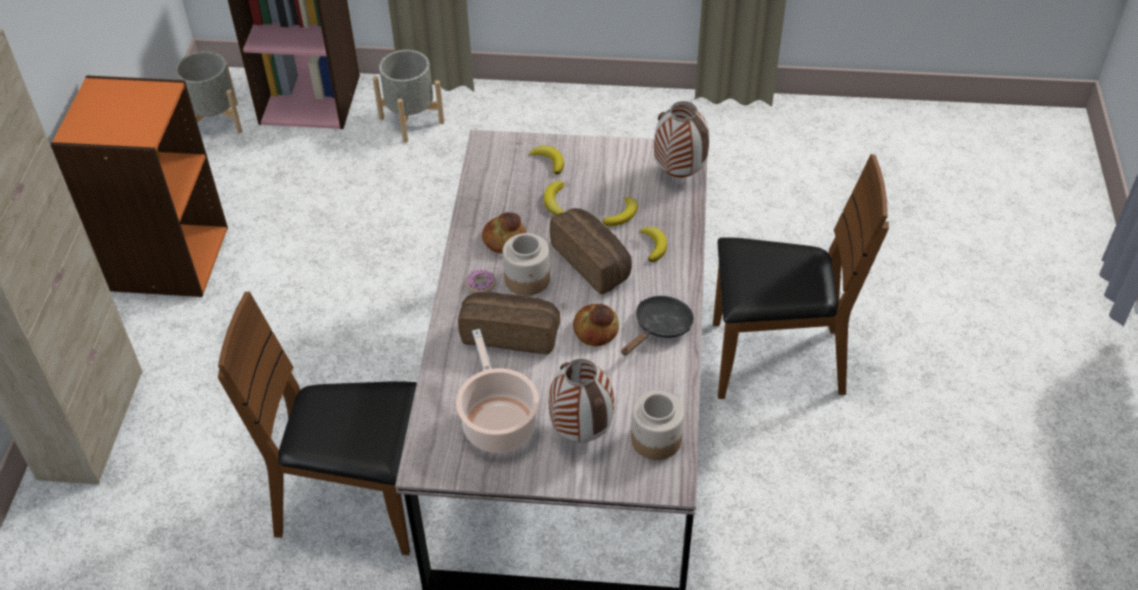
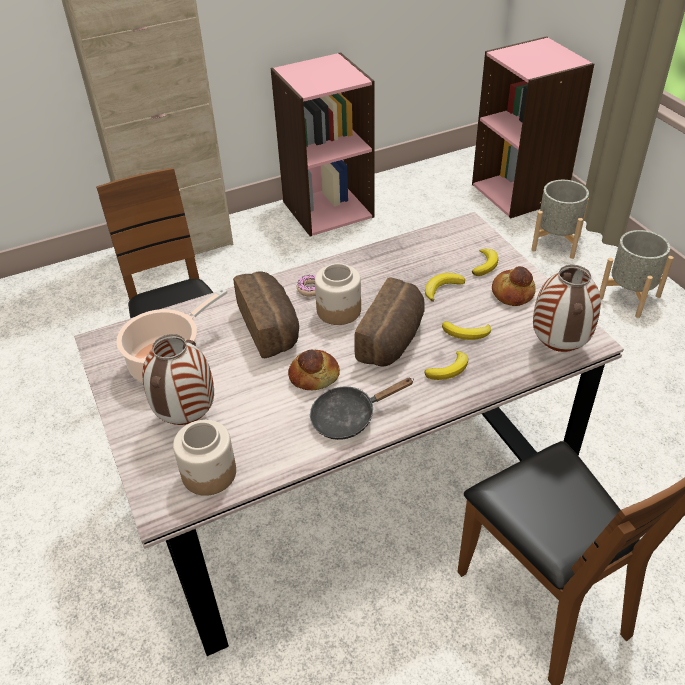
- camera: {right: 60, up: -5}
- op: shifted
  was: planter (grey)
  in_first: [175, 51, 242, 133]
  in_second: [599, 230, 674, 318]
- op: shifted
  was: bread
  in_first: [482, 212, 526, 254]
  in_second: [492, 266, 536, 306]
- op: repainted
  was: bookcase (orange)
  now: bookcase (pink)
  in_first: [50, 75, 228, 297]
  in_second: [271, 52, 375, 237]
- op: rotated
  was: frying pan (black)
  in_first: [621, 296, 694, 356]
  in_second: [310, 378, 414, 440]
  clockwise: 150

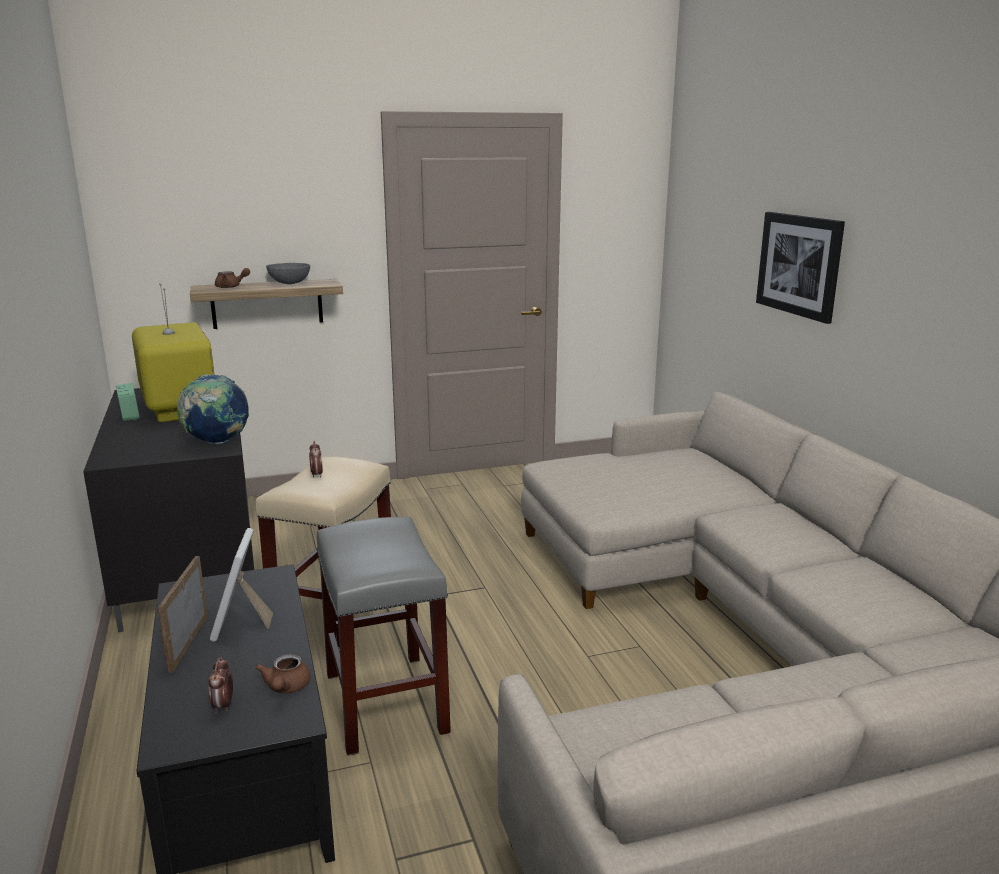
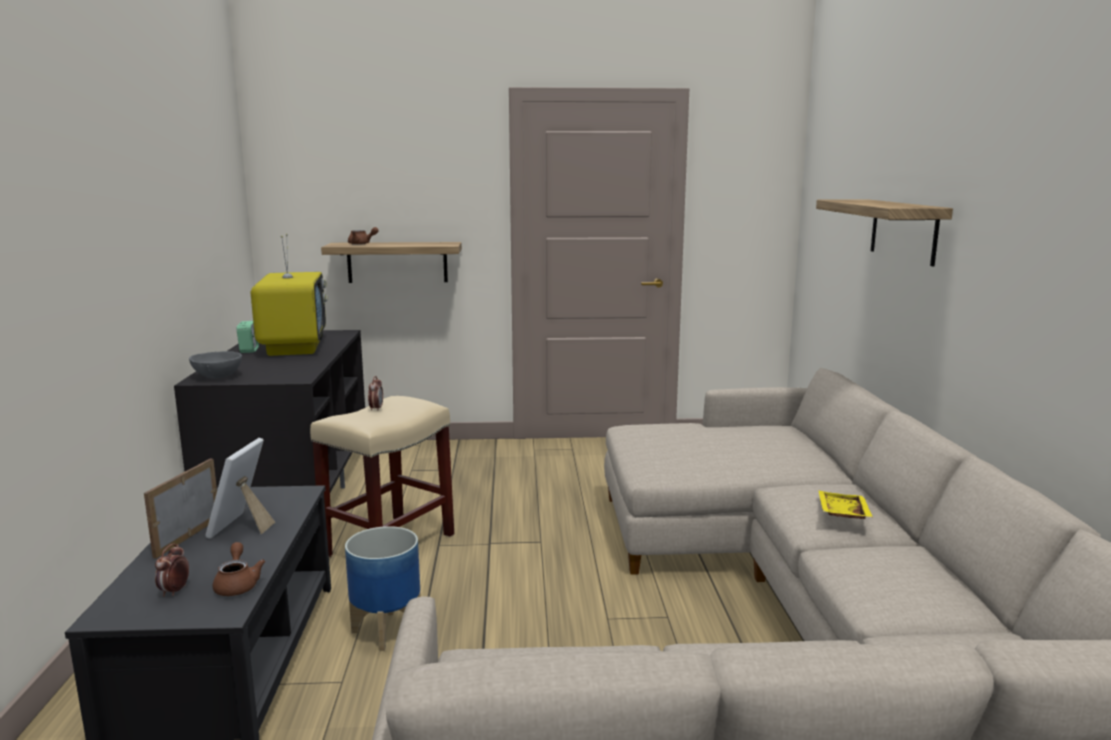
- camera: {right: 15, up: -5}
- op: gone
  was: globe
  in_first: [177, 374, 249, 444]
- op: new
  now: tray (yellow)
  in_second: [818, 490, 873, 519]
- op: shifted
  was: bowl (grey)
  in_first: [266, 263, 310, 284]
  in_second: [189, 351, 242, 379]
- op: swapped
  was: stool (grey)
  now: planter
  in_first: [316, 517, 451, 756]
  in_second: [345, 526, 421, 651]
- op: swapped
  was: picture
  now: shelf
  in_first: [756, 212, 845, 324]
  in_second: [816, 200, 953, 266]
- op: rotated
  was: teapot (brown)
  in_first: [255, 654, 311, 693]
  in_second: [213, 542, 265, 596]
  clockwise: 150

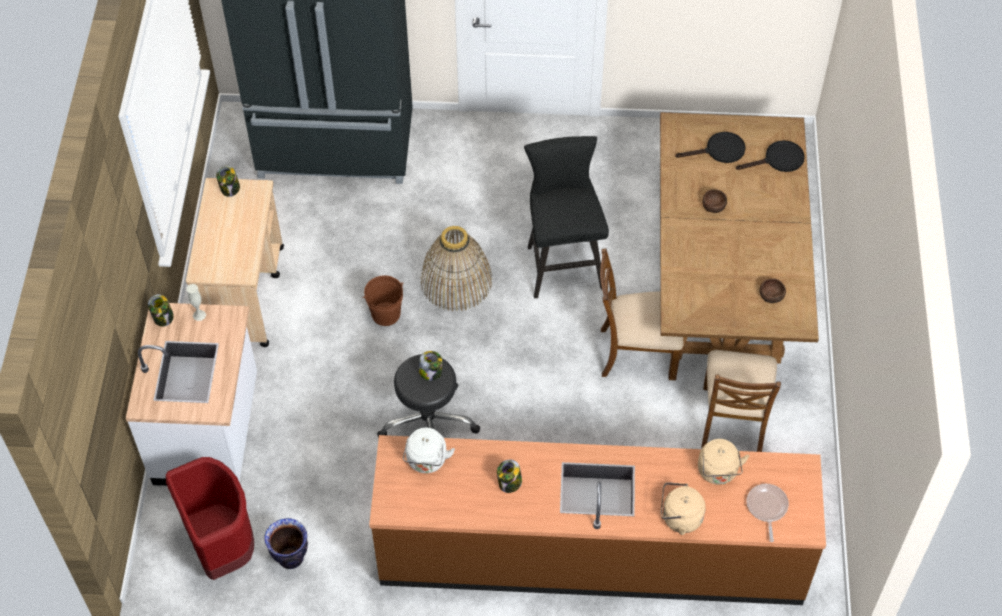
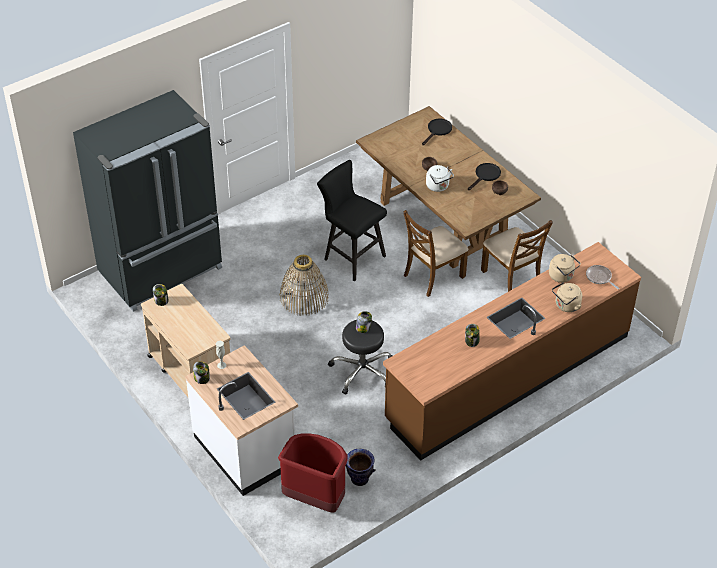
- camera: {right: -40, up: -10}
- op: gone
  was: bucket (brown)
  in_first: [362, 275, 403, 326]
- op: shifted
  was: kettle (white)
  in_first: [403, 428, 455, 473]
  in_second: [426, 165, 454, 192]
- op: shifted
  was: frying pan (black)
  in_first: [675, 132, 746, 163]
  in_second: [468, 163, 501, 190]

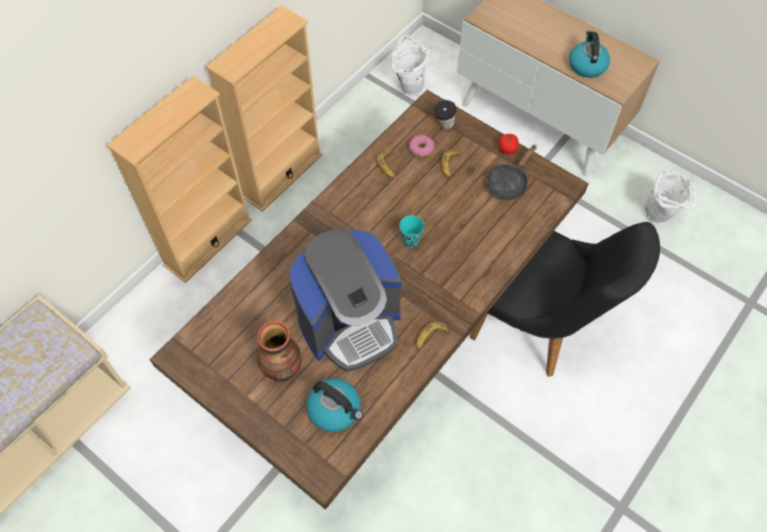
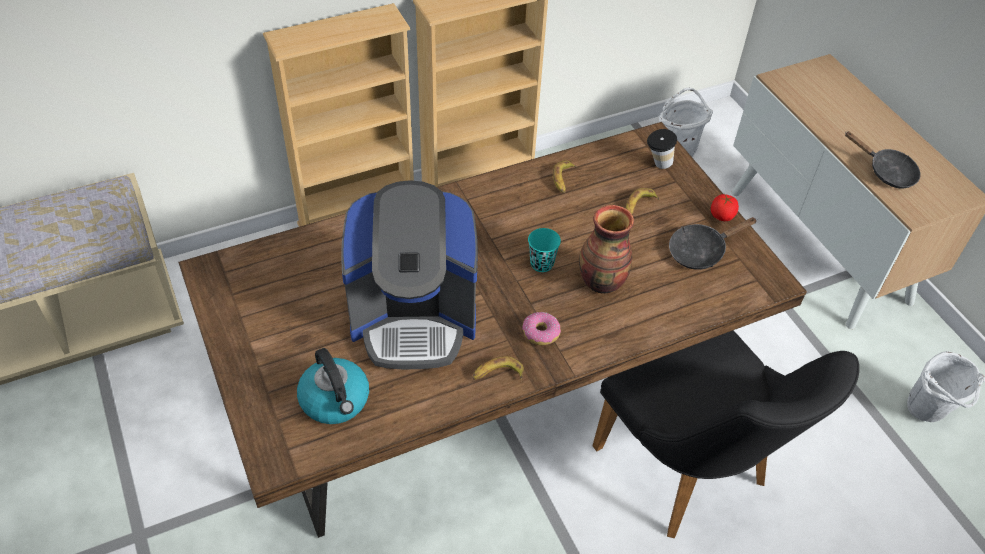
- camera: {right: 25, up: -10}
- op: shifted
  was: vase
  in_first: [257, 321, 301, 381]
  in_second: [579, 205, 634, 294]
- op: shifted
  was: donut
  in_first: [409, 135, 435, 157]
  in_second: [522, 312, 561, 345]
- op: swapped
  was: kettle
  now: frying pan (black)
  in_first: [569, 31, 610, 78]
  in_second: [845, 131, 920, 188]

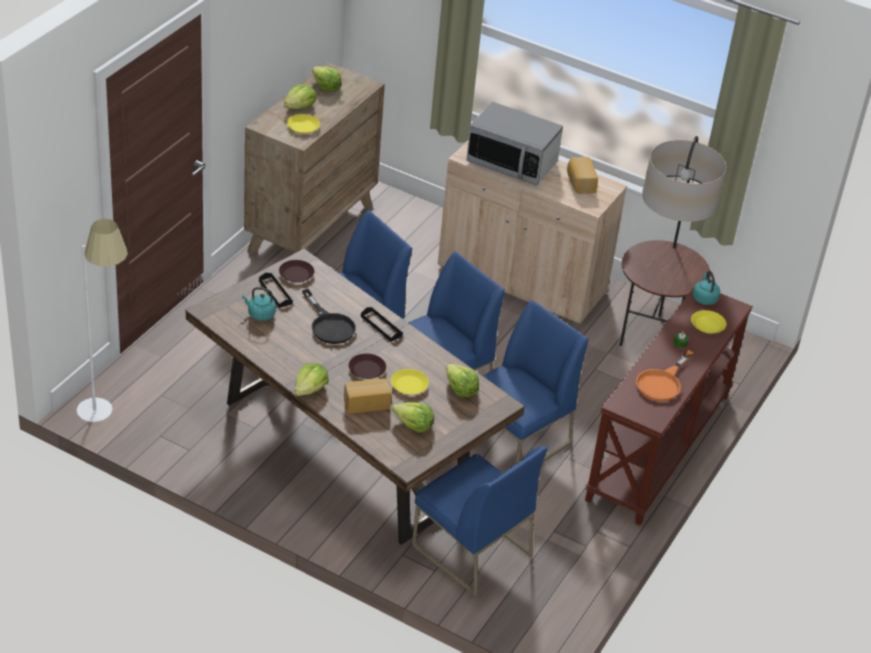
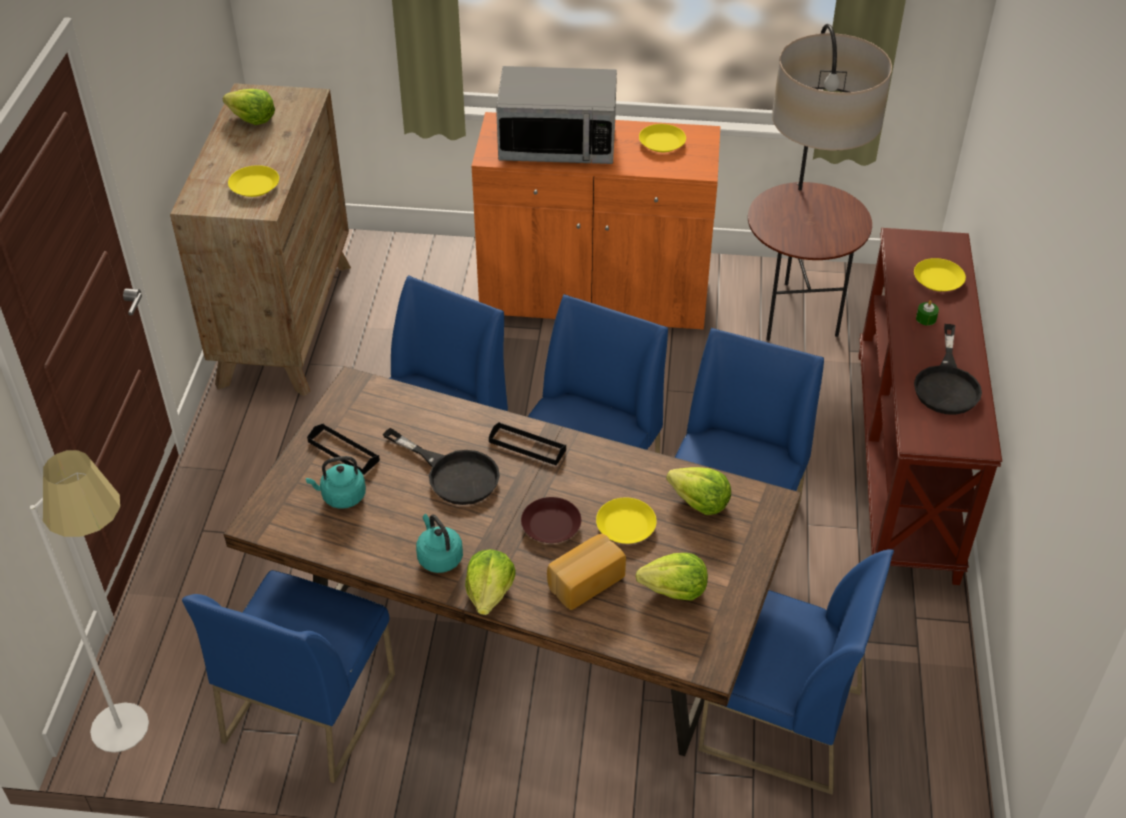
- camera: {right: -20, up: 5}
- op: gone
  was: plate (brown)
  in_first: [279, 260, 314, 283]
- op: gone
  was: lettuce
  in_first: [284, 84, 316, 109]
- op: new
  now: chair (blue)
  in_second: [182, 570, 395, 783]
- op: shifted
  was: kettle (turquoise)
  in_first: [693, 271, 720, 305]
  in_second: [416, 514, 463, 573]
- op: swapped
  was: bread
  now: plate (yellow)
  in_first: [567, 157, 598, 194]
  in_second: [639, 124, 686, 152]
- op: repainted
  was: cabinet (beige)
  now: cabinet (orange)
  in_first: [438, 141, 627, 324]
  in_second: [471, 112, 720, 330]
- op: repainted
  was: frying pan (orange)
  now: frying pan (black)
  in_first: [636, 350, 694, 401]
  in_second: [914, 324, 982, 415]

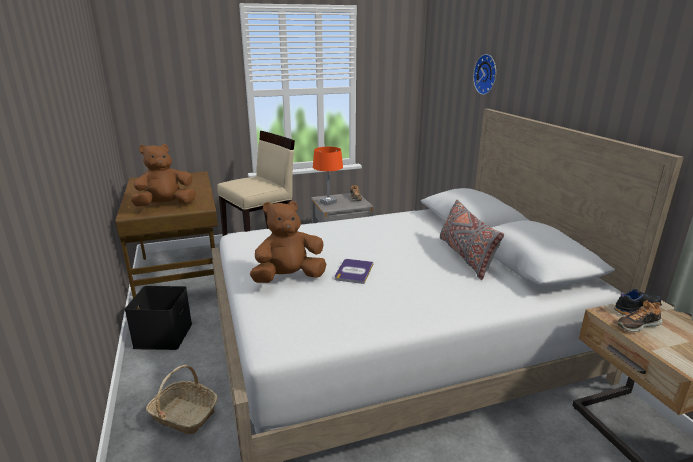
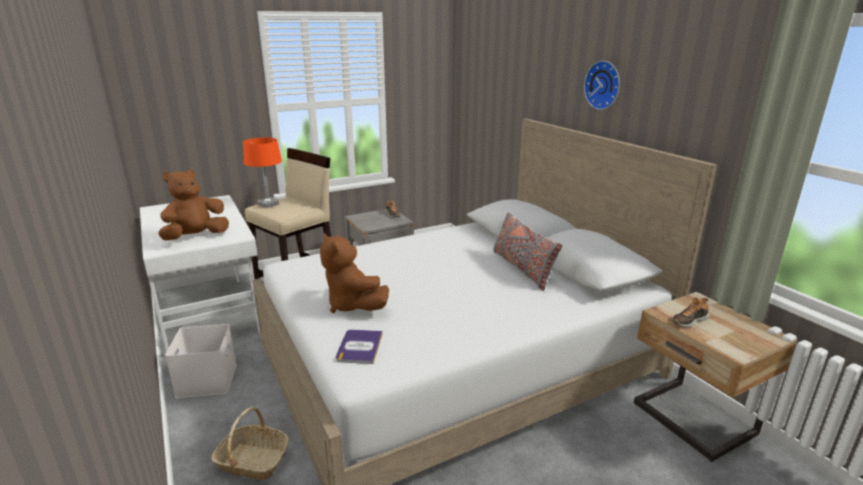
- camera: {right: -10, up: 0}
- op: gone
  was: shoe (black)
  in_first: [614, 289, 661, 315]
- op: shifted
  was: table lamp (orange)
  in_first: [313, 147, 343, 205]
  in_second: [243, 137, 282, 208]
- op: shifted
  was: book
  in_first: [335, 259, 374, 284]
  in_second: [336, 329, 383, 364]
- op: shifted
  was: wall clock
  in_first: [473, 54, 496, 95]
  in_second: [584, 61, 620, 110]
- op: repainted
  was: desk (brown)
  now: desk (white)
  in_first: [116, 171, 218, 310]
  in_second: [140, 195, 261, 352]
- op: repainted
  was: storage box (black)
  now: storage box (white)
  in_first: [125, 286, 192, 350]
  in_second: [165, 324, 237, 398]
- op: rotated
  was: plush toy (brown)
  in_first: [250, 201, 326, 283]
  in_second: [320, 233, 389, 313]
  clockwise: -90

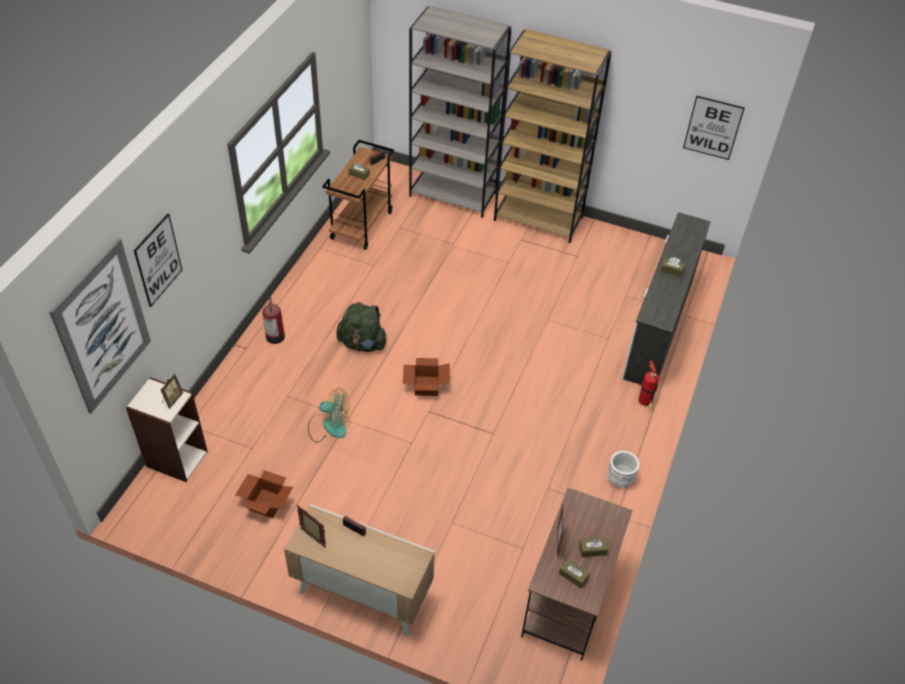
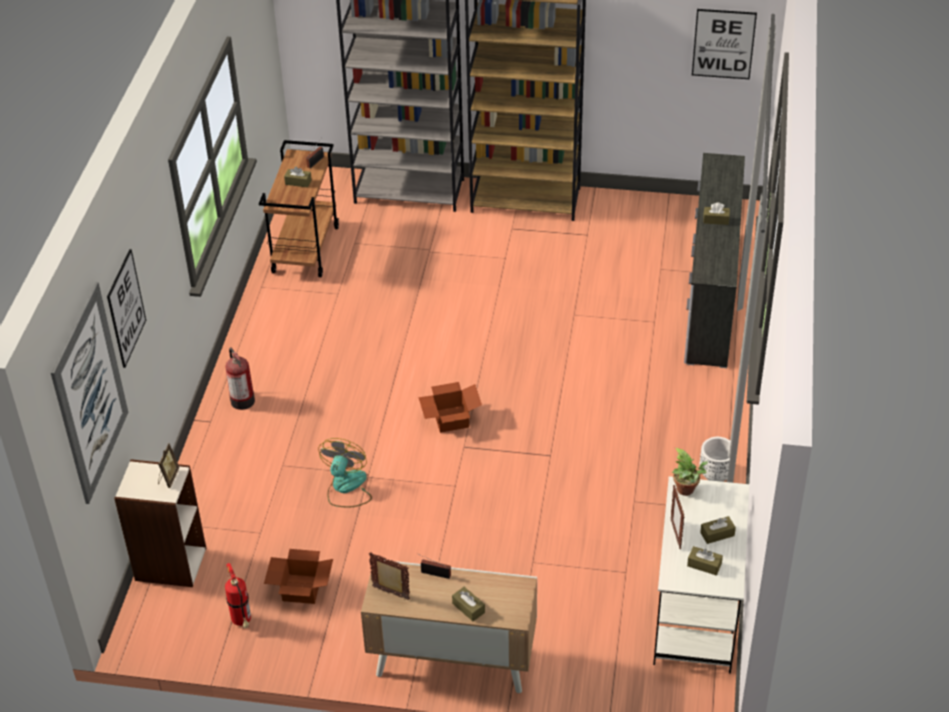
- camera: {right: -10, up: -5}
- op: gone
  was: backpack (green)
  in_first: [336, 302, 387, 352]
- op: new
  now: tissue box (brown)
  in_second: [452, 587, 485, 621]
- op: new
  now: potted plant
  in_second: [672, 448, 708, 496]
- op: shifted
  was: fire extinguisher
  in_first: [638, 361, 659, 408]
  in_second: [225, 563, 251, 628]
- op: repainted
  was: desk (brown)
  now: desk (white)
  in_first: [521, 488, 633, 661]
  in_second: [653, 476, 749, 674]
- op: rotated
  was: fan
  in_first: [308, 388, 349, 443]
  in_second: [318, 438, 372, 507]
  clockwise: -75

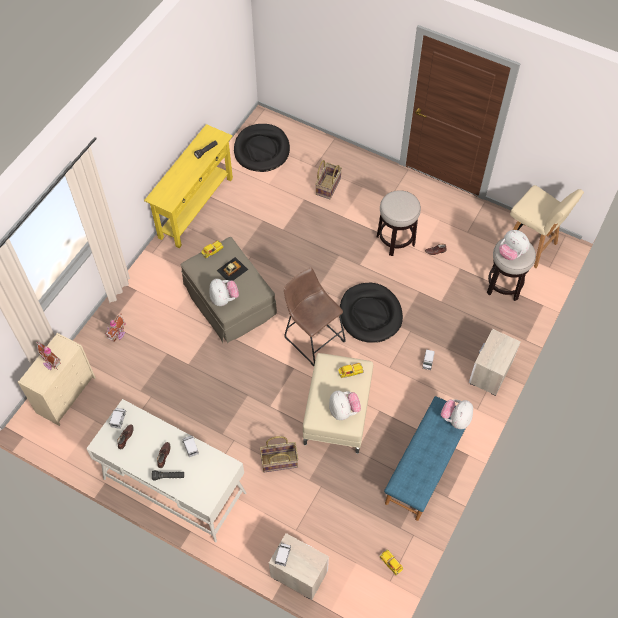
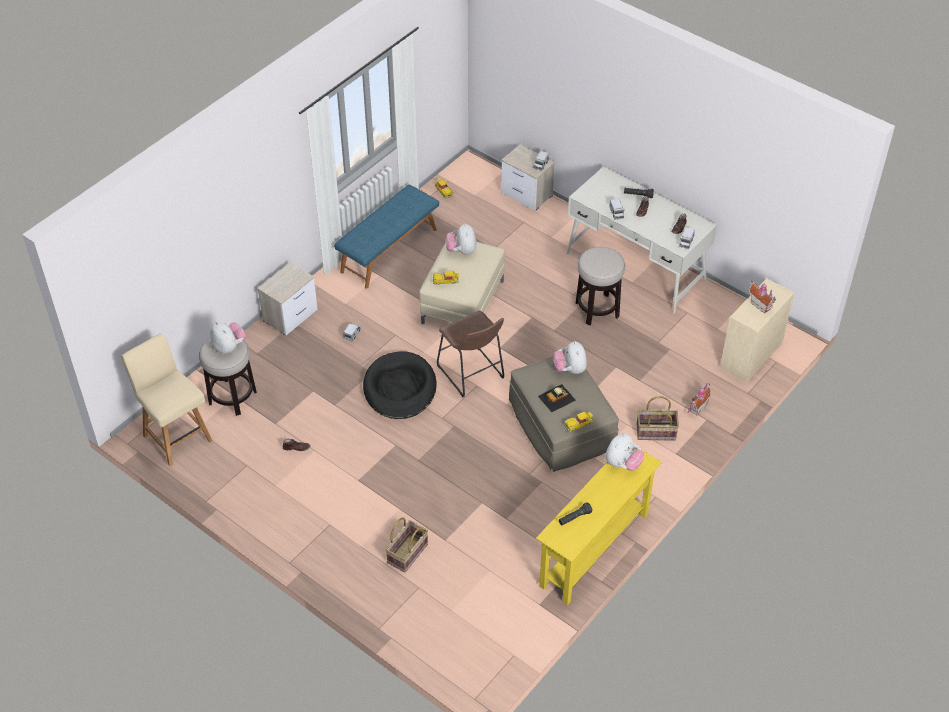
- camera: {right: -170, up: -10}
- op: gone
  was: dog bed (black)
  in_first: [234, 124, 290, 172]
- op: shifted
  was: basket
  in_first: [260, 436, 298, 473]
  in_second: [637, 396, 679, 441]
- op: shifted
  was: stool
  in_first: [377, 190, 421, 256]
  in_second: [576, 247, 625, 325]
- op: shifted
  was: plush toy
  in_first: [441, 399, 473, 429]
  in_second: [605, 433, 644, 471]

